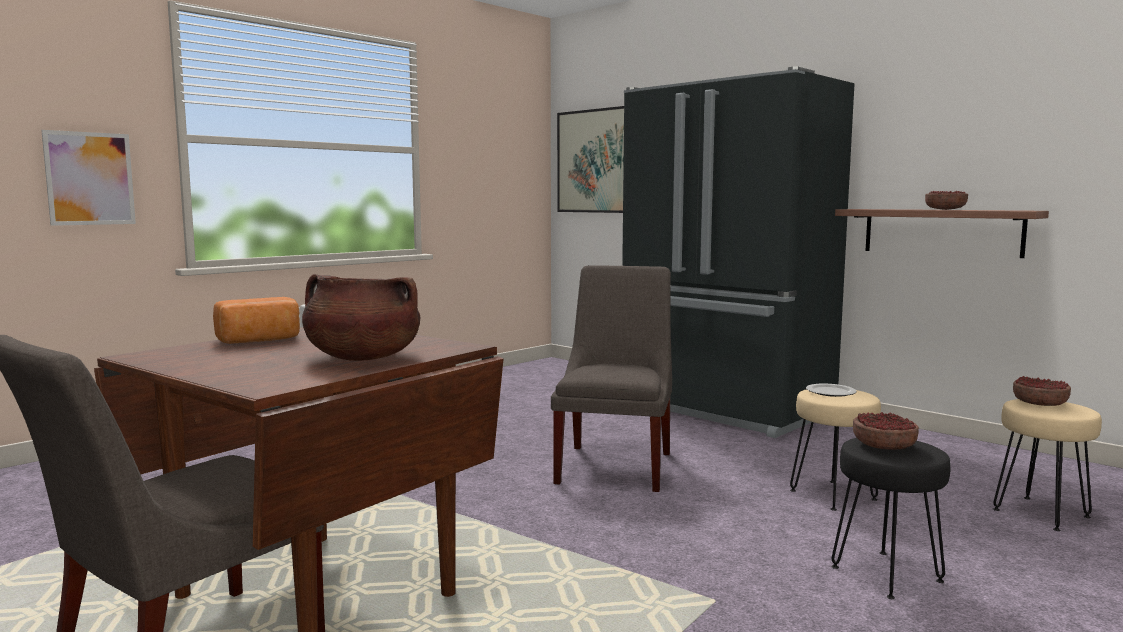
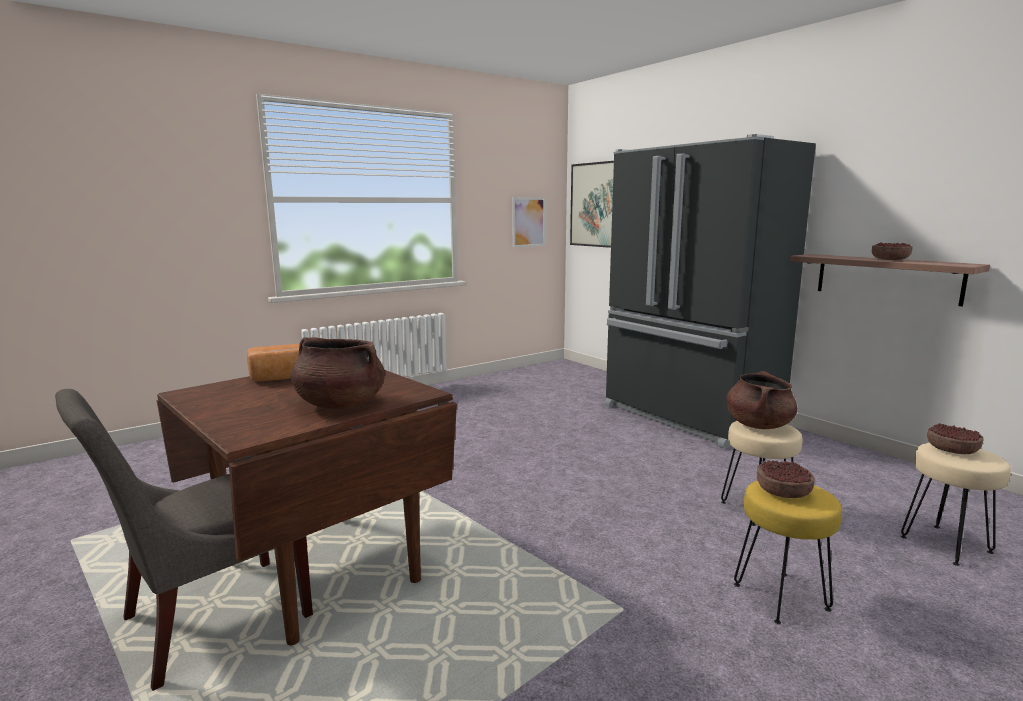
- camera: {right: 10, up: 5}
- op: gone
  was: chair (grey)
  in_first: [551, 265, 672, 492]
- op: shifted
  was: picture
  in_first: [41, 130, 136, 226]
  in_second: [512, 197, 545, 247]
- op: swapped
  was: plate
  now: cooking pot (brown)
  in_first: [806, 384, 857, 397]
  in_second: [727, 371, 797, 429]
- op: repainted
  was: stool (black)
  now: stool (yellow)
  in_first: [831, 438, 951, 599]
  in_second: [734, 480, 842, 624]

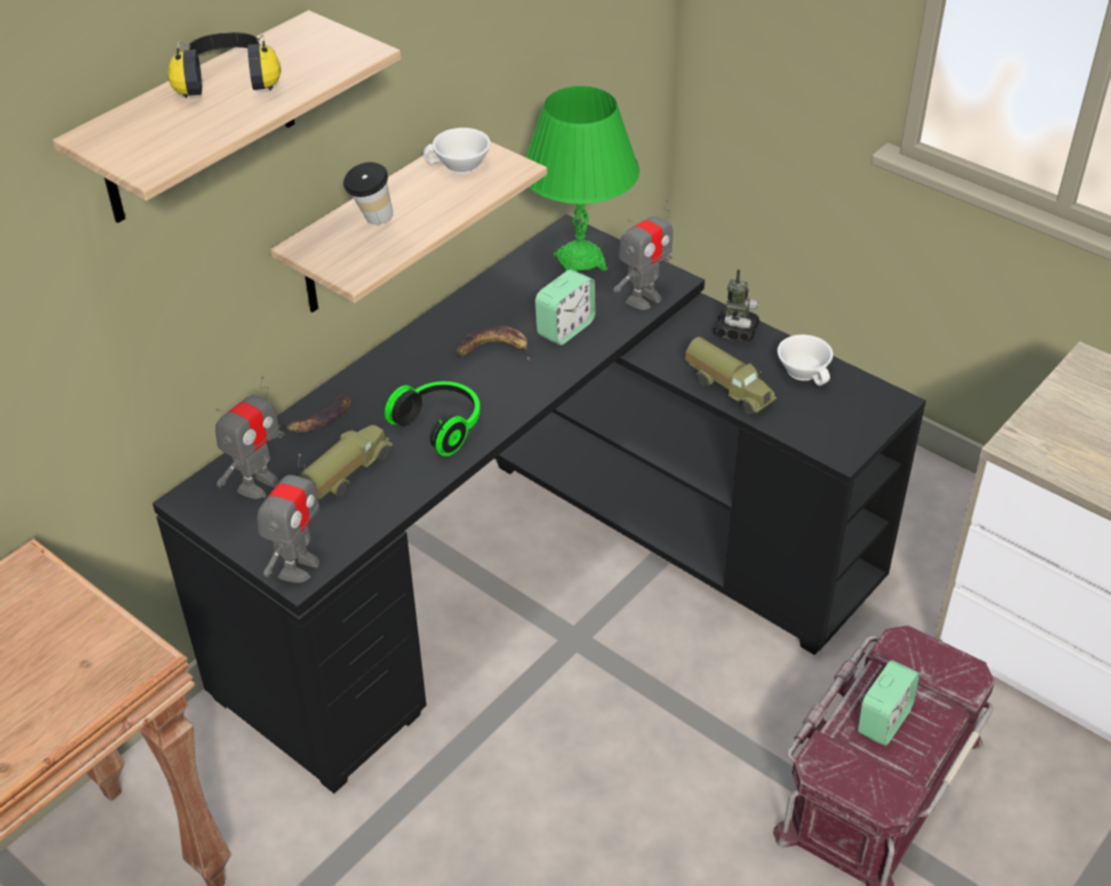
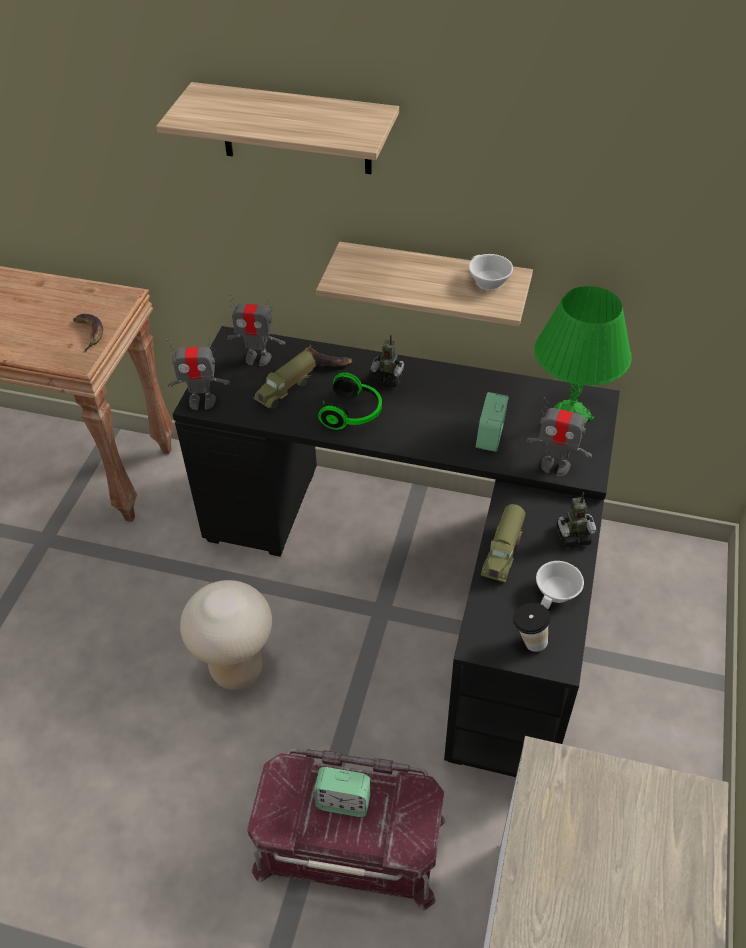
- camera: {right: 65, up: 5}
- op: gone
  was: headphones
  in_first: [168, 32, 281, 98]
- op: new
  now: stool (beige)
  in_second: [180, 580, 272, 690]
- op: new
  now: toy robot
  in_second: [371, 334, 404, 387]
- op: shifted
  was: cup
  in_first: [343, 162, 393, 225]
  in_second: [513, 603, 550, 652]
- op: shifted
  was: banana
  in_first: [457, 325, 531, 361]
  in_second: [73, 314, 103, 353]
- op: rotated
  was: toy truck
  in_first: [298, 425, 393, 499]
  in_second: [253, 350, 316, 409]
  clockwise: 120
- op: rotated
  was: alarm clock
  in_first: [535, 269, 596, 345]
  in_second: [476, 392, 509, 452]
  clockwise: 90

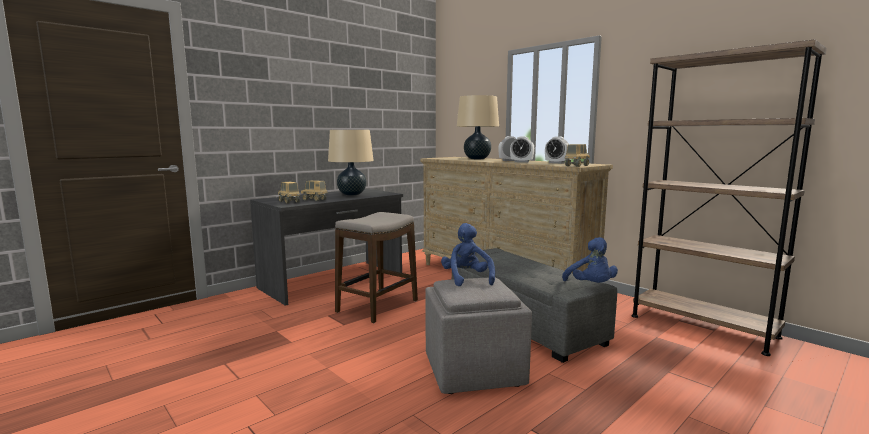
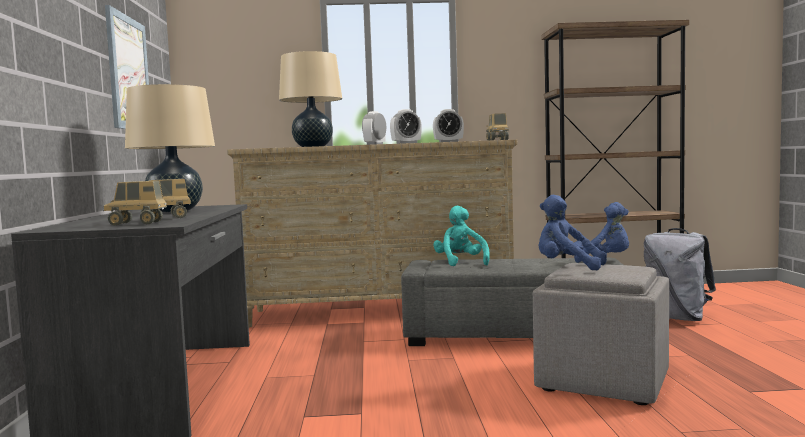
- camera: {right: -50, up: -5}
- op: gone
  was: stool
  in_first: [335, 212, 418, 323]
- op: new
  now: picture
  in_second: [105, 5, 149, 129]
- op: new
  now: plush toy (turquoise)
  in_second: [433, 205, 490, 266]
- op: new
  now: backpack (grey)
  in_second: [644, 228, 716, 321]

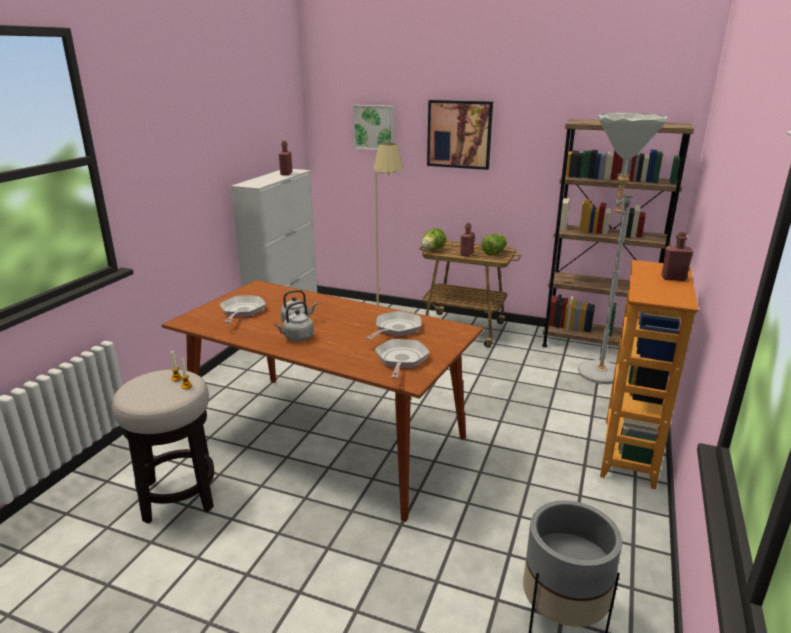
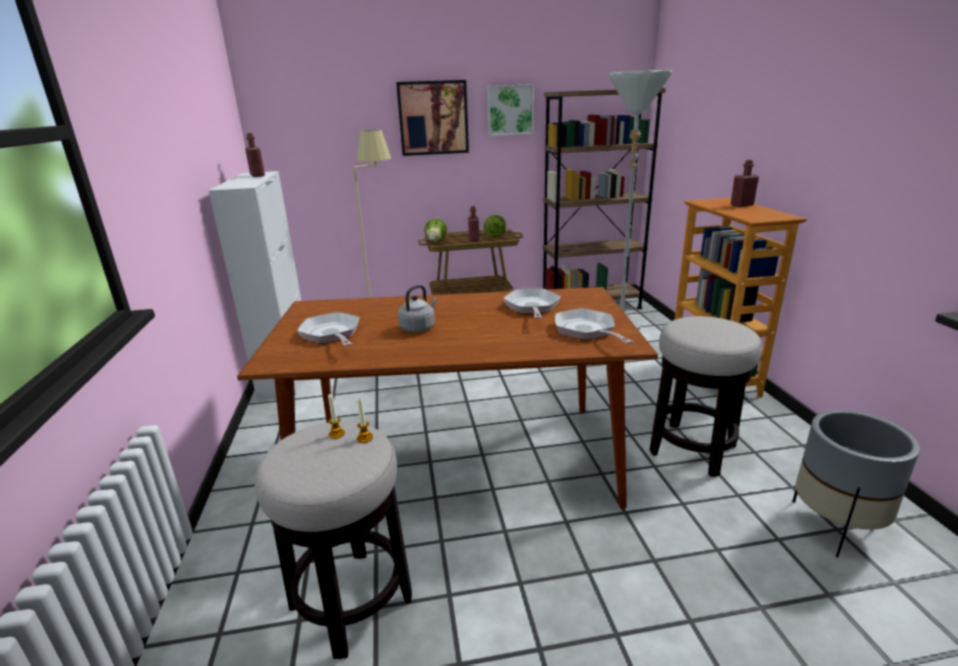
- camera: {right: -30, up: 0}
- op: gone
  was: kettle (grey)
  in_first: [275, 301, 314, 341]
- op: new
  now: stool
  in_second: [650, 316, 762, 477]
- op: shifted
  was: picture
  in_first: [353, 105, 394, 150]
  in_second: [487, 84, 534, 136]

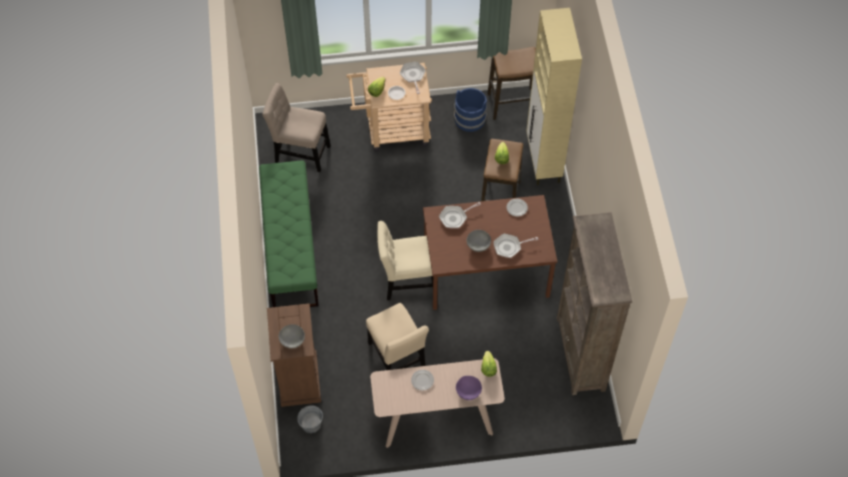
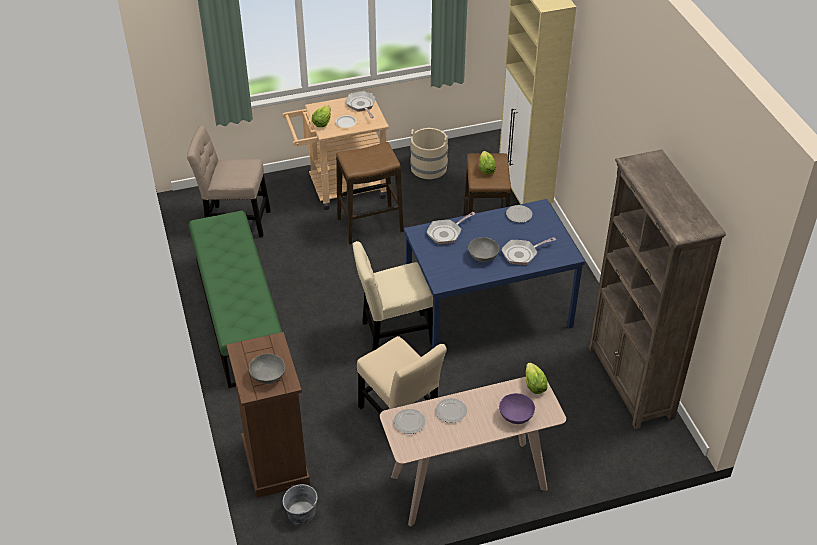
- camera: {right: -10, up: -15}
- op: new
  now: plate
  in_second: [394, 409, 425, 434]
- op: shifted
  was: stool
  in_first: [487, 47, 536, 120]
  in_second: [336, 142, 404, 244]
- op: repainted
  was: dining table (brown)
  now: dining table (blue)
  in_first: [423, 195, 557, 310]
  in_second: [404, 199, 585, 349]
- op: repainted
  was: bucket (blue)
  now: bucket (beige)
  in_first: [454, 88, 487, 132]
  in_second: [410, 128, 448, 179]

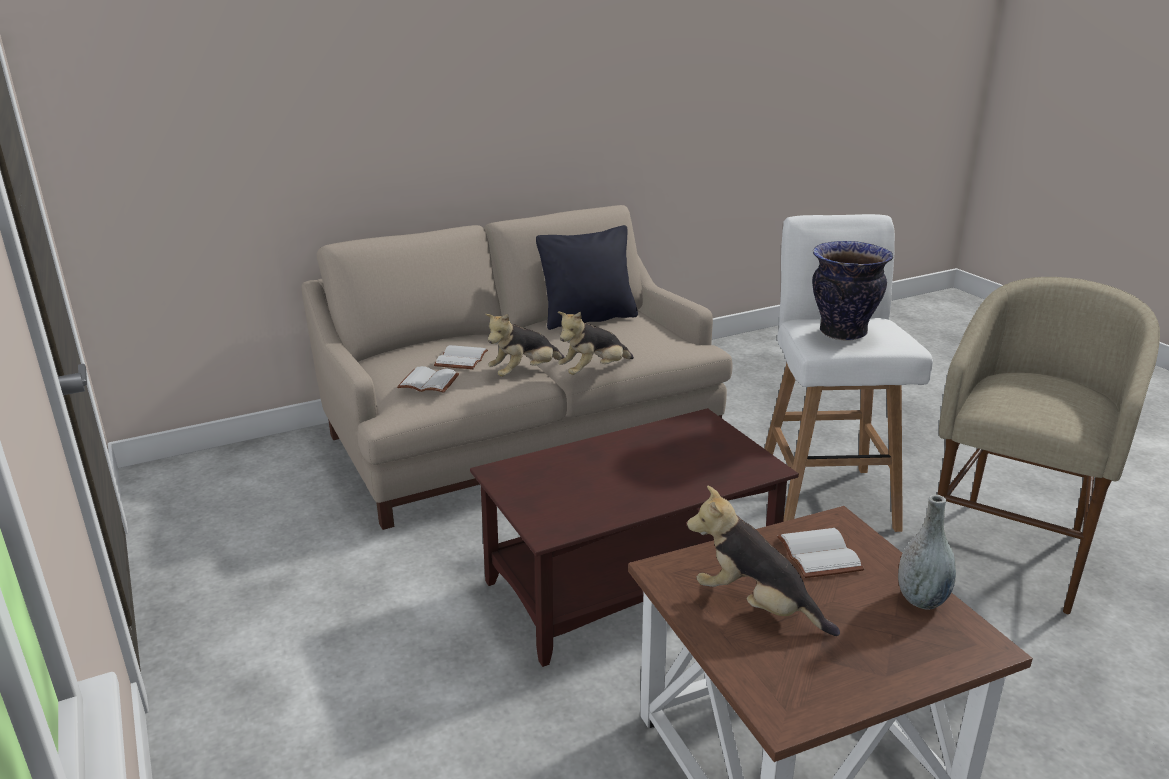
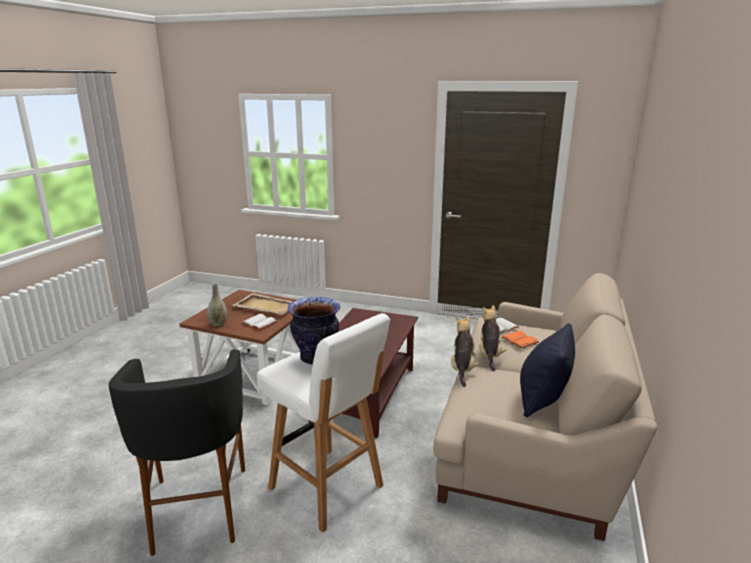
- camera: {right: 135, up: -5}
- op: swapped
  was: plush toy
  now: tray (beige)
  in_first: [687, 485, 840, 636]
  in_second: [232, 293, 293, 315]
- op: repainted
  was: book (white)
  now: book (orange)
  in_first: [434, 345, 488, 369]
  in_second: [501, 331, 539, 349]
- op: repainted
  was: stool (beige)
  now: stool (black)
  in_first: [937, 277, 1160, 614]
  in_second: [108, 349, 245, 556]

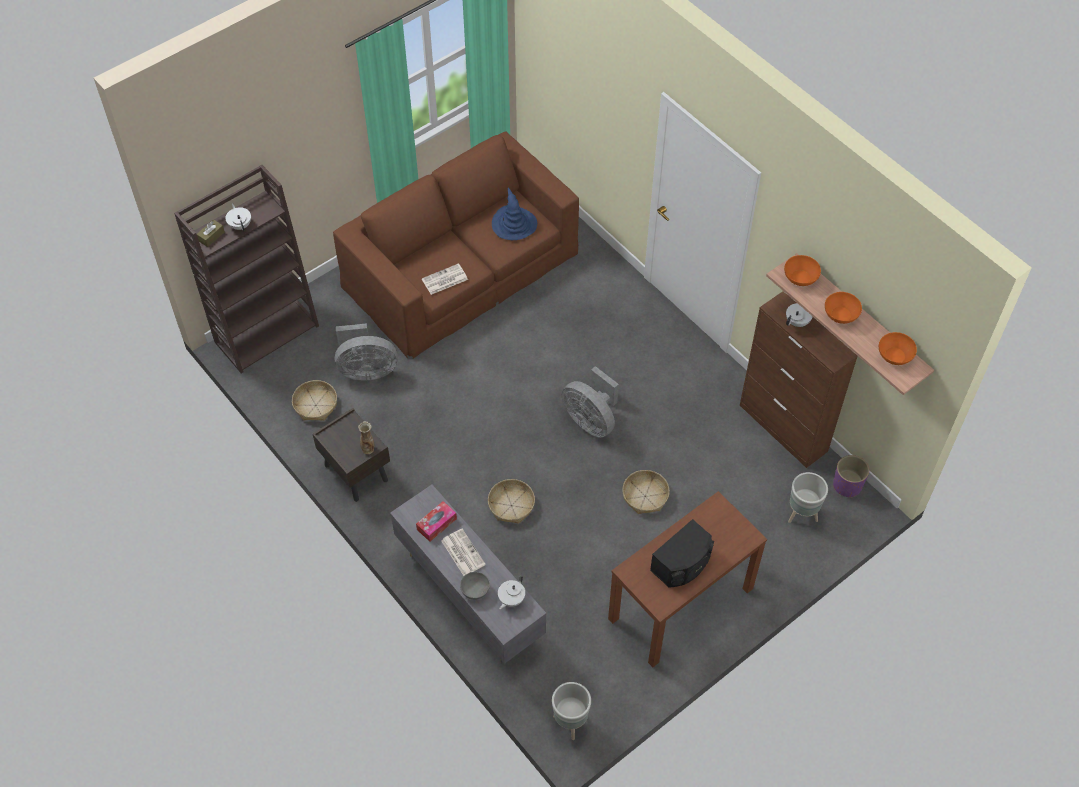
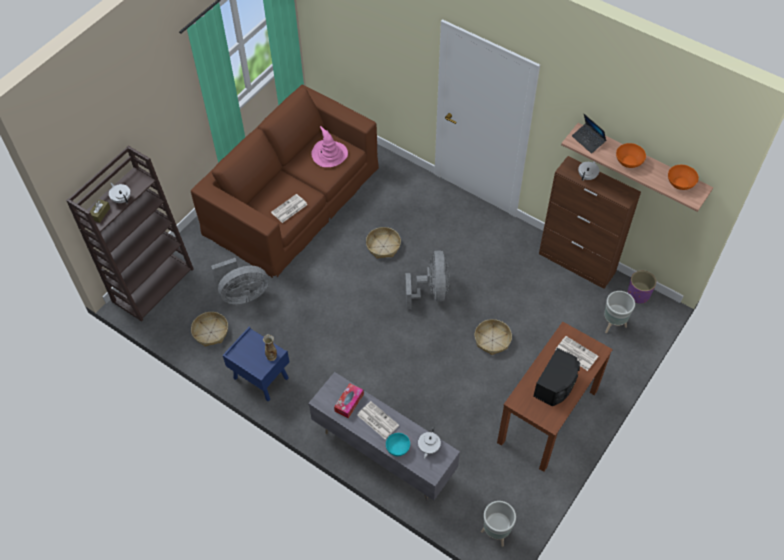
- camera: {right: -15, up: 0}
- op: new
  now: newspaper
  in_second: [555, 336, 598, 371]
- op: shifted
  was: basket
  in_first: [488, 479, 535, 524]
  in_second: [366, 227, 401, 259]
- op: swapped
  was: bowl (orange)
  now: laptop
  in_first: [784, 255, 821, 286]
  in_second: [572, 114, 606, 154]
- op: repainted
  was: nightstand (brown)
  now: nightstand (blue)
  in_first: [313, 408, 390, 502]
  in_second: [223, 327, 289, 401]
- op: repainted
  was: bowl (grey)
  now: bowl (turquoise)
  in_first: [460, 572, 490, 600]
  in_second: [386, 433, 410, 456]
- op: repainted
  was: hat (blue)
  now: hat (pink)
  in_first: [492, 188, 537, 240]
  in_second: [311, 126, 348, 167]
- op: rotated
  was: fan (grey)
  in_first: [562, 366, 619, 437]
  in_second: [405, 250, 450, 309]
  clockwise: -120

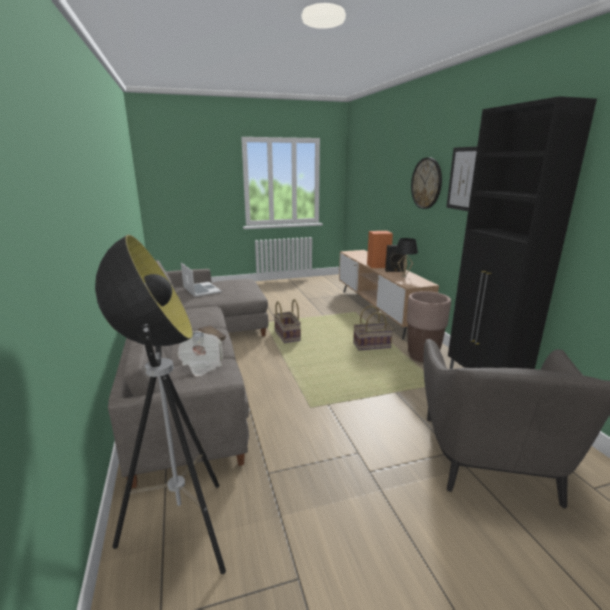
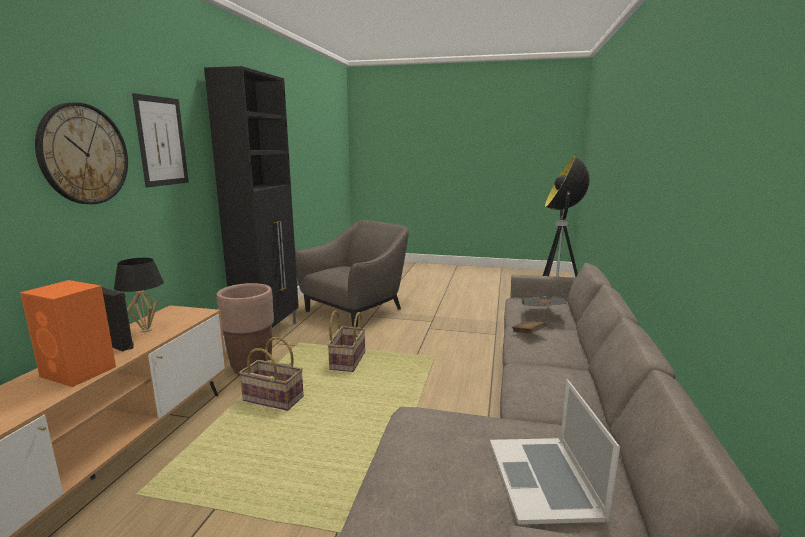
- camera: {right: -150, up: -5}
- op: shifted
  was: basket
  in_first: [274, 299, 301, 343]
  in_second: [327, 310, 365, 372]

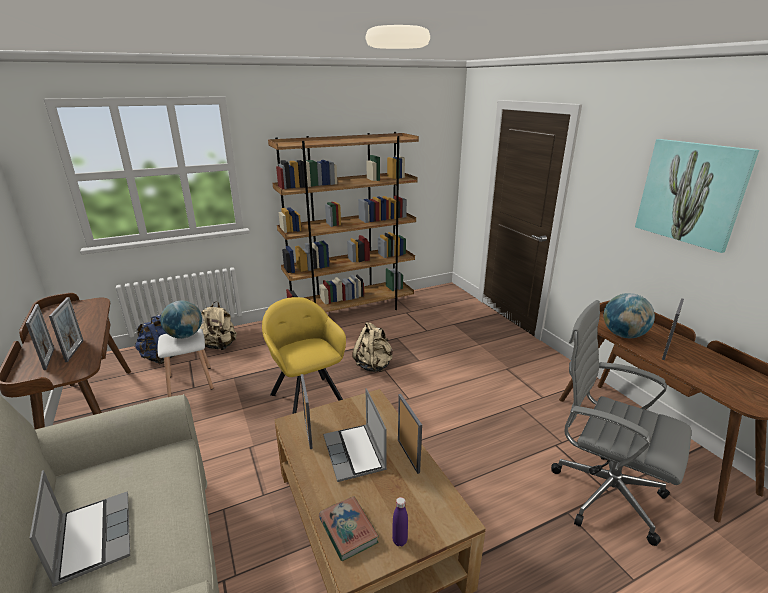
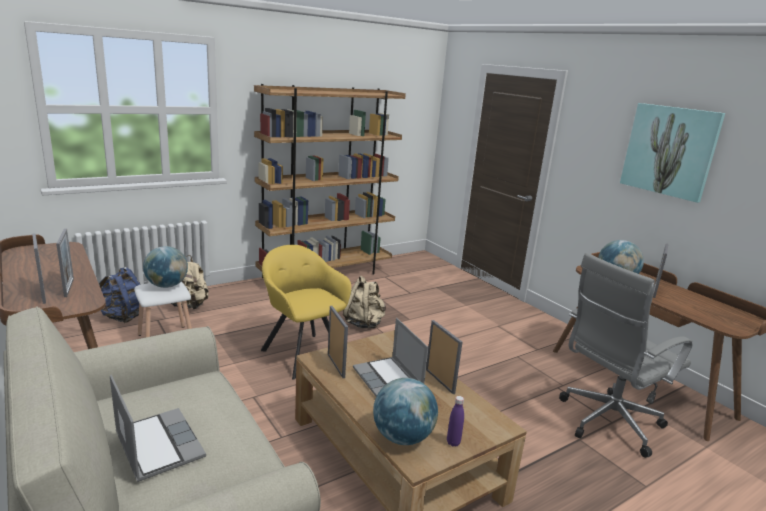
- camera: {right: -10, up: -5}
- op: swapped
  was: book
  now: globe
  in_first: [319, 496, 379, 561]
  in_second: [373, 378, 438, 445]
- op: rotated
  was: office chair (grey)
  in_first: [551, 300, 691, 546]
  in_second: [559, 253, 693, 458]
  clockwise: -60

